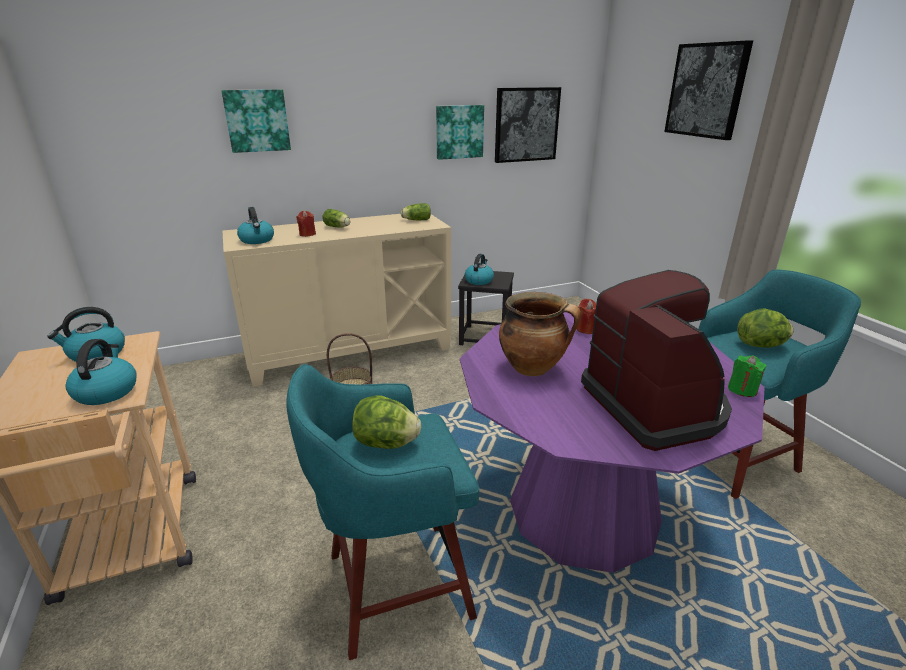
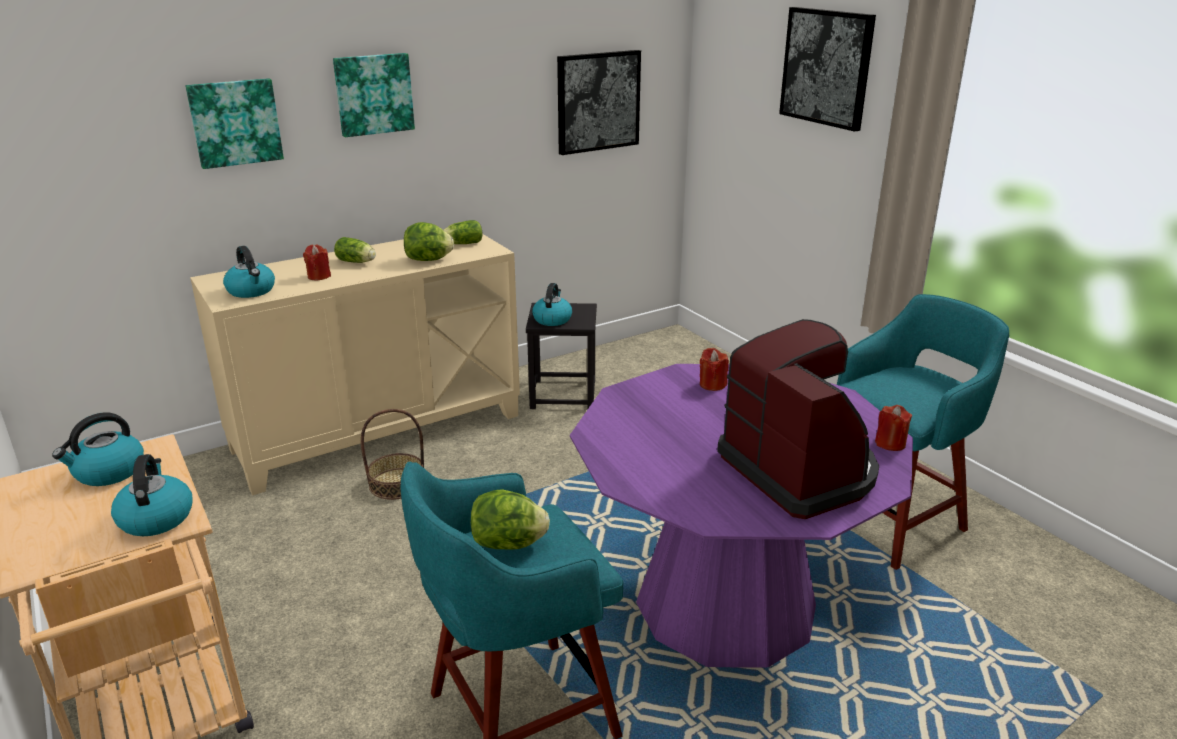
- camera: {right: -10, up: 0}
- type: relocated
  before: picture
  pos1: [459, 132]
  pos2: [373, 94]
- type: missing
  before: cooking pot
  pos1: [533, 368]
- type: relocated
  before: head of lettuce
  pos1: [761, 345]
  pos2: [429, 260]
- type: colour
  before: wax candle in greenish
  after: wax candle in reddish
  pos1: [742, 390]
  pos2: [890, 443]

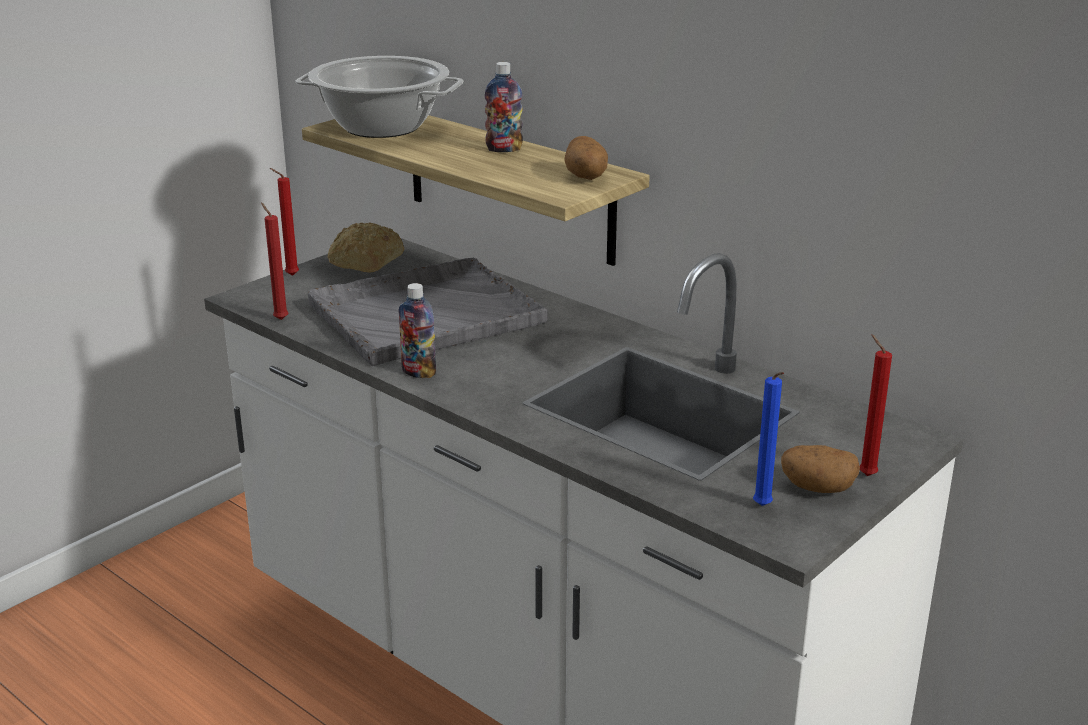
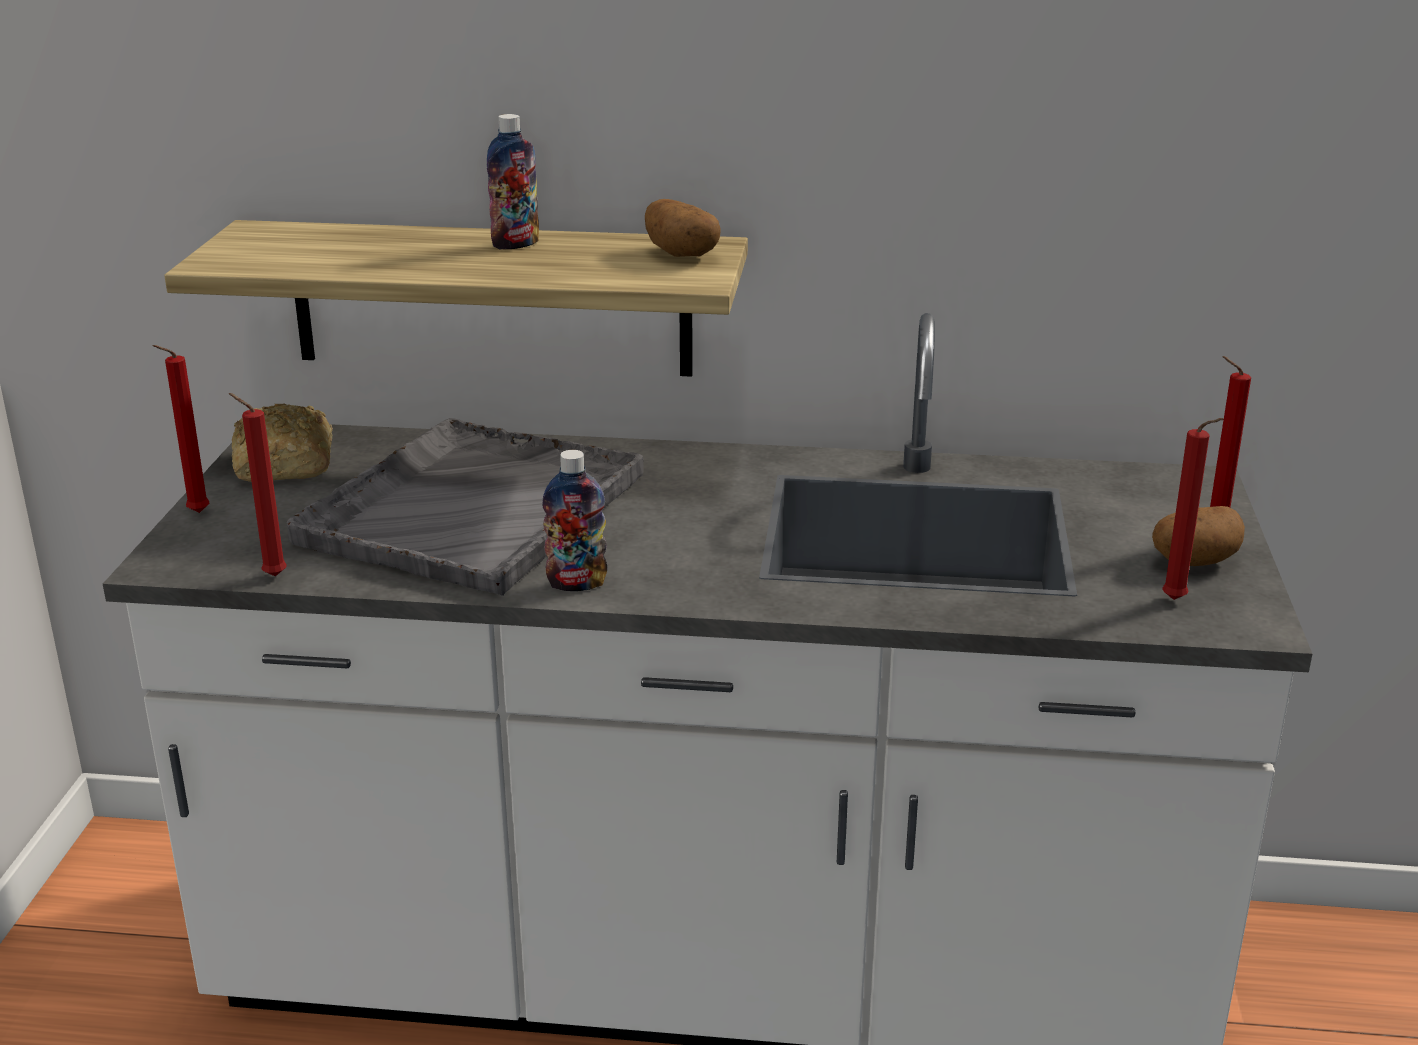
- camera: {right: -35, up: 0}
- type: missing
  before: cooking pot
  pos1: [383, 127]
- type: colour
  before: wax candle in bluish
  after: wax candle in reddish
  pos1: [763, 507]
  pos2: [1177, 601]

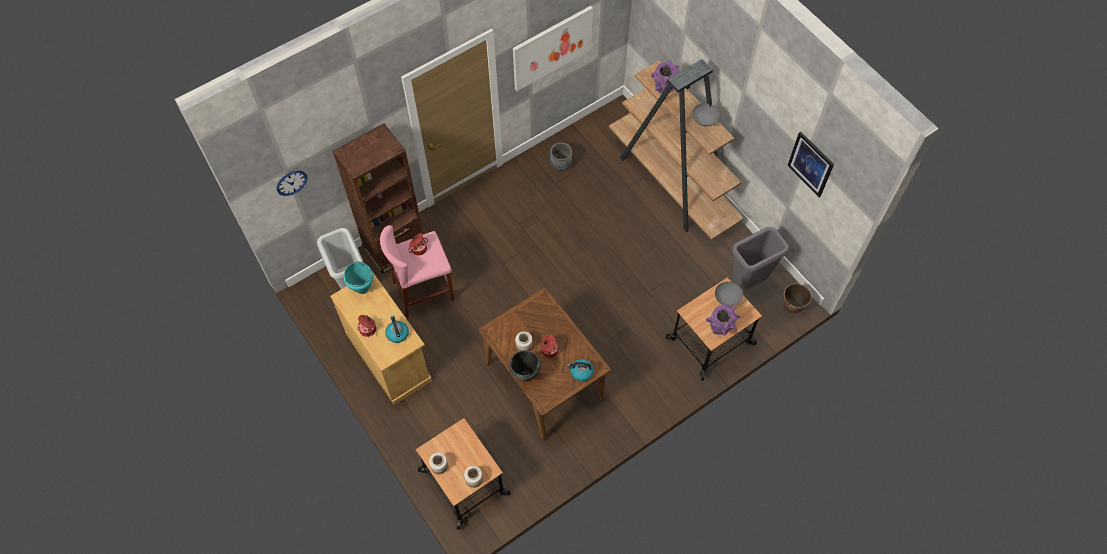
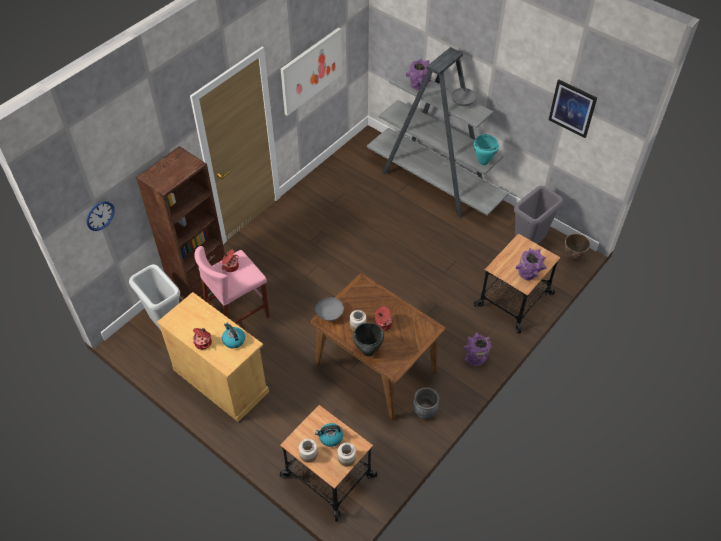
- camera: {right: -15, up: -10}
- type: colour
  before: bookshelf in brown-coloured
  after: bookshelf in grey
  pos1: [672, 184]
  pos2: [434, 184]
- type: relocated
  before: flower pot in grey
  pos1: [560, 164]
  pos2: [425, 411]
- type: relocated
  before: cooking pot in blue-green
  pos1: [362, 289]
  pos2: [483, 162]
- type: relocated
  before: serving bowl in grey
  pos1: [727, 298]
  pos2: [330, 314]
- type: relocated
  before: tea kettle
  pos1: [581, 372]
  pos2: [330, 437]
- type: appeared
  after: decorative vase in purplish
  pos2: [475, 357]

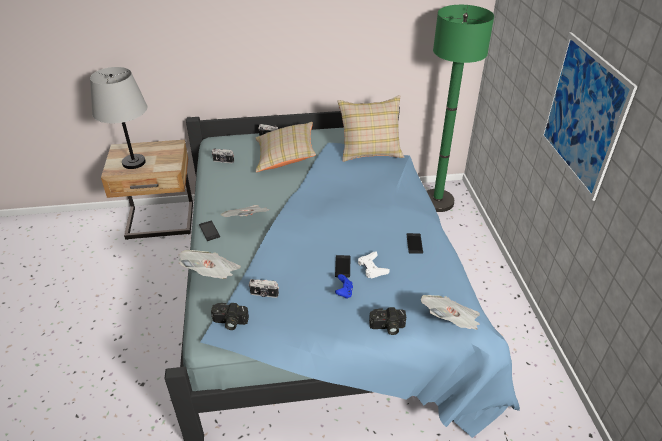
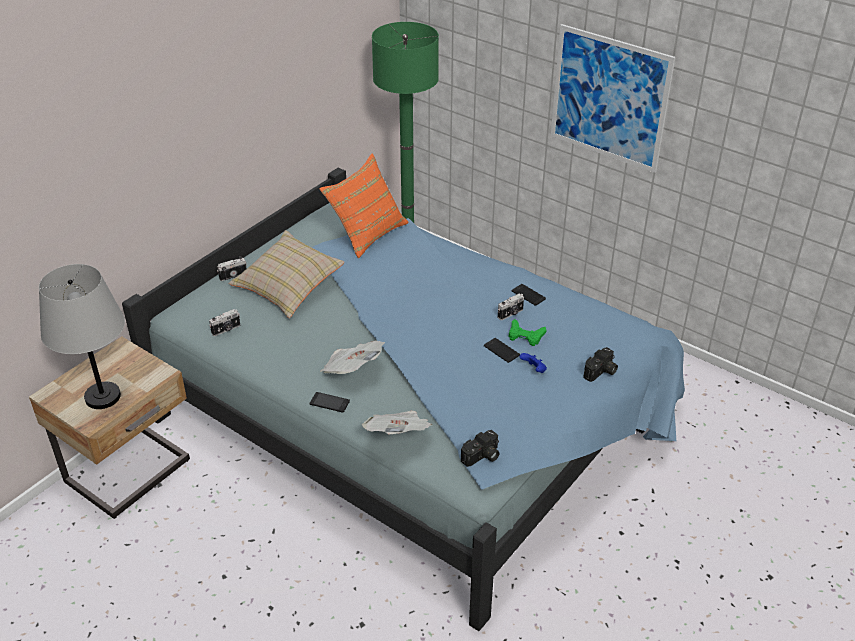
- camera: {right: -45, up: 0}
- type: colour
  before: pillow in beige-coloured
  after: pillow in orange-coloured
  pos1: [370, 151]
  pos2: [367, 233]
- type: colour
  before: gamepad in whitish
  after: gamepad in greenish
  pos1: [372, 267]
  pos2: [525, 336]
- type: relocated
  before: photo camera
  pos1: [264, 294]
  pos2: [511, 314]
- type: missing
  before: printed paper
  pos1: [451, 322]

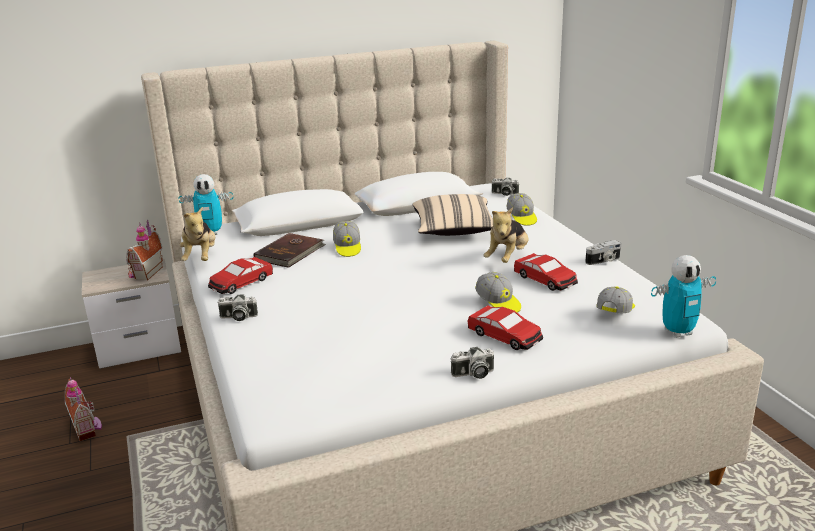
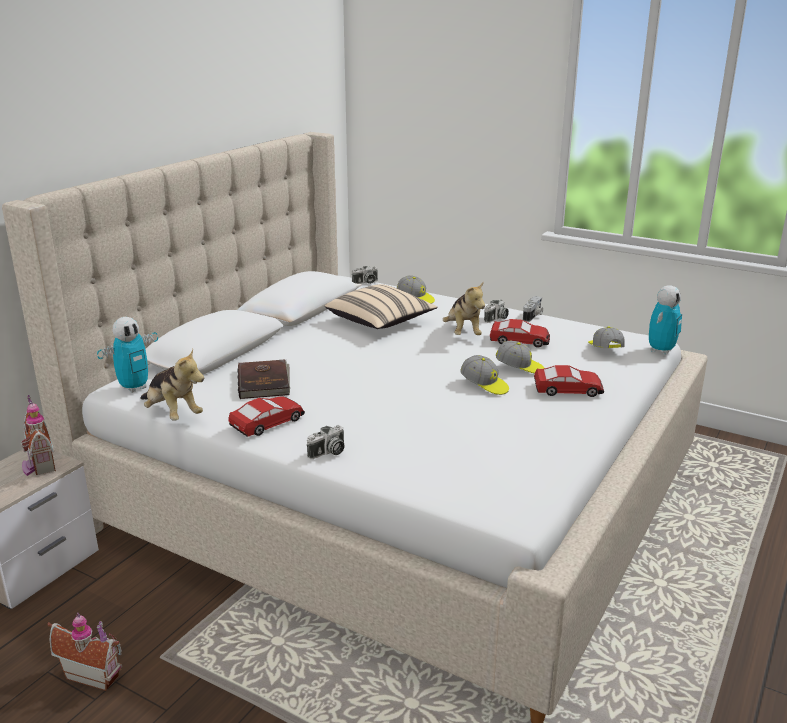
- camera: {right: -40, up: 0}
- type: relocated
  before: peaked cap
  pos1: [347, 247]
  pos2: [484, 385]
- type: spun
  before: toy car
  pos1: [241, 283]
  pos2: [268, 423]
  turn: -135
- type: relocated
  before: photo camera
  pos1: [473, 374]
  pos2: [496, 319]

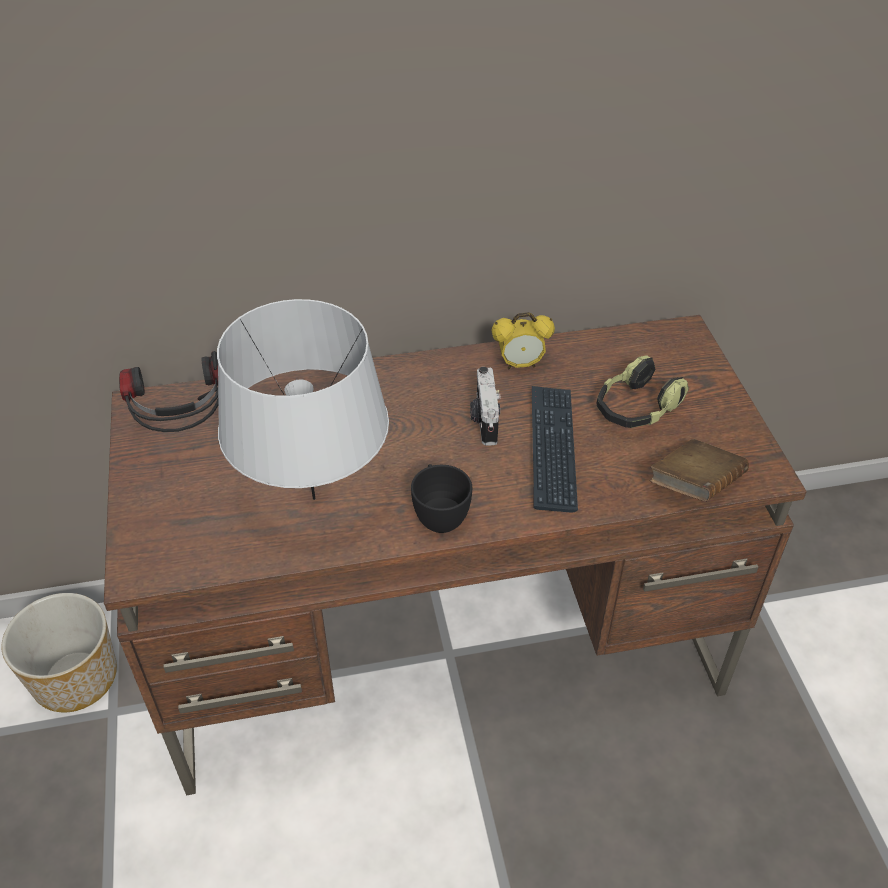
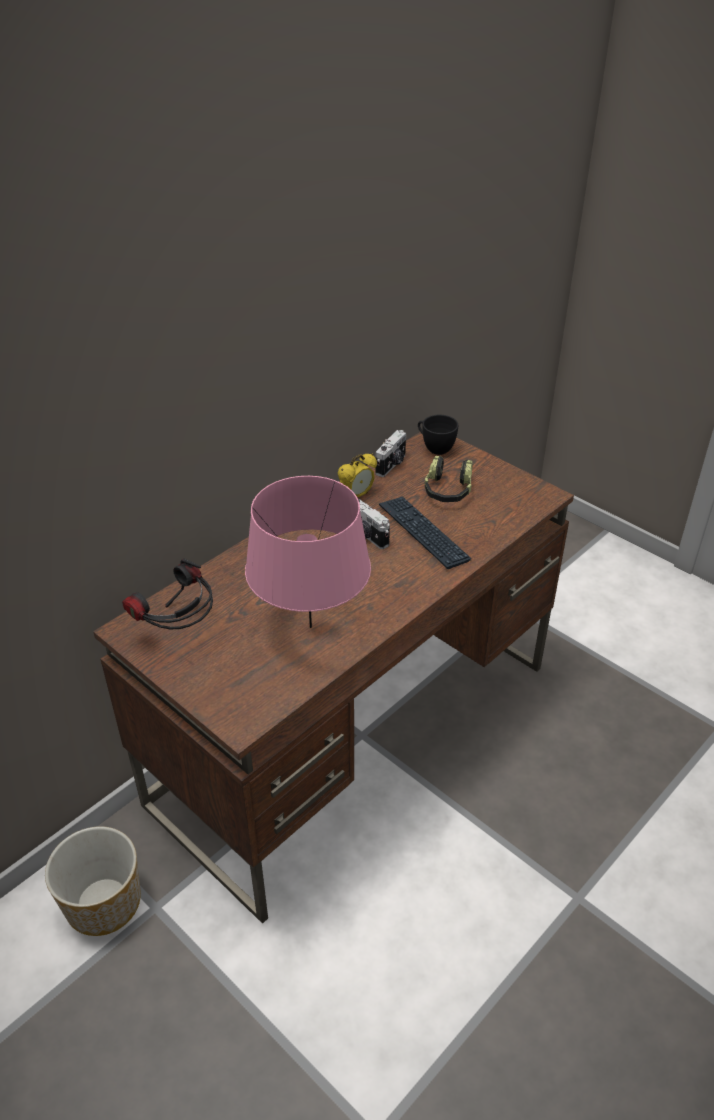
- camera: {right: -35, up: -5}
- type: colour
  before: lamp for a table in grey
  after: lamp for a table in pink-coloured
  pos1: [313, 498]
  pos2: [310, 627]
- type: missing
  before: book in brown-coloured
  pos1: [694, 486]
- type: relocated
  before: small cup in blackish
  pos1: [439, 514]
  pos2: [435, 447]
- type: appeared
  after: photo camera
  pos2: [392, 465]

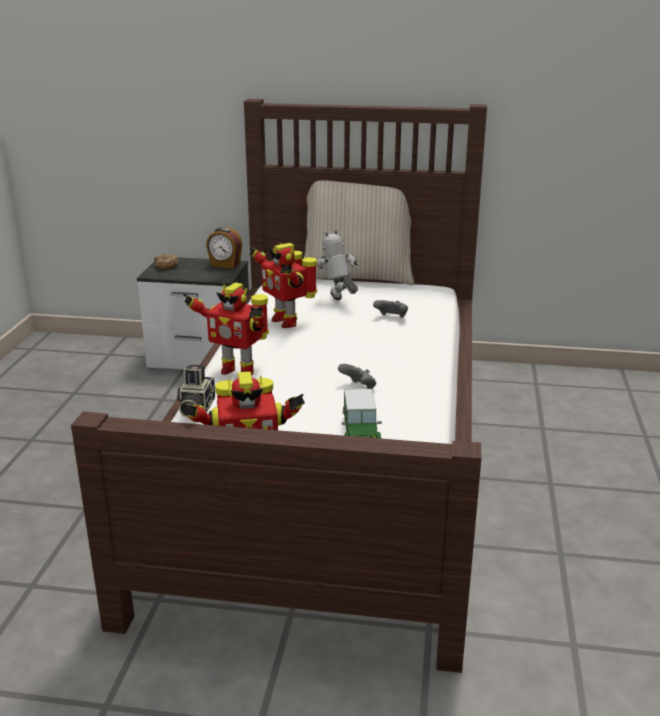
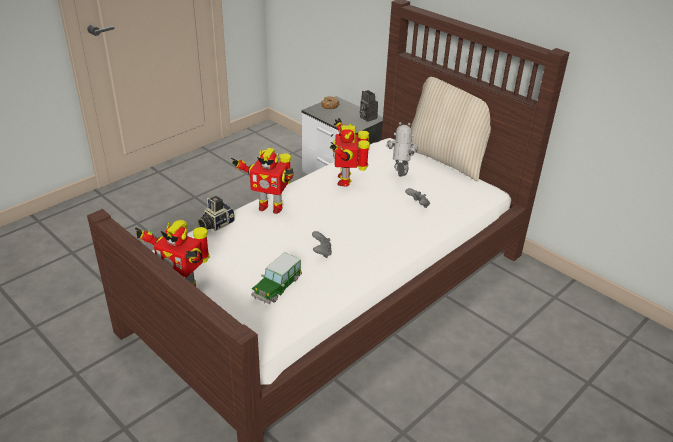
- camera: {right: 35, up: 10}
- type: exchanged
  before: alarm clock
  after: photo camera
  pos1: [225, 265]
  pos2: [367, 117]
- type: spun
  before: toy robot
  pos1: [237, 370]
  pos2: [270, 207]
  turn: -45

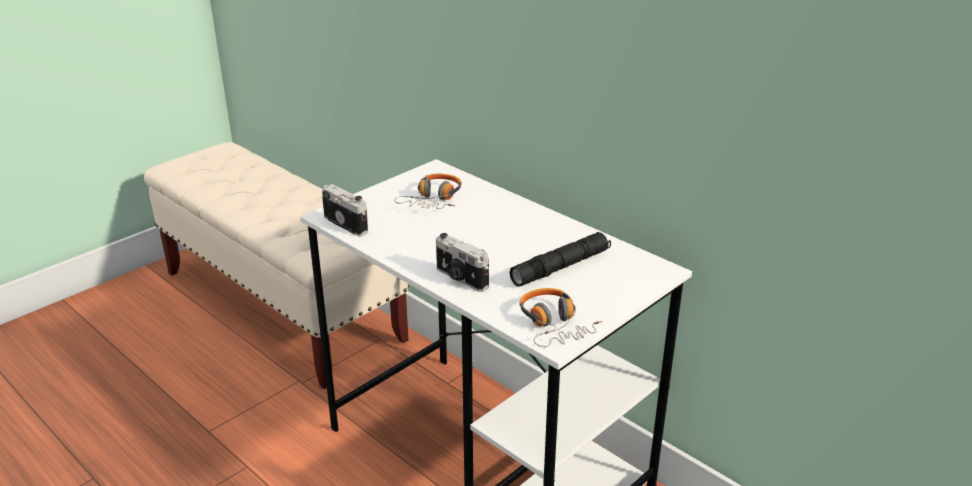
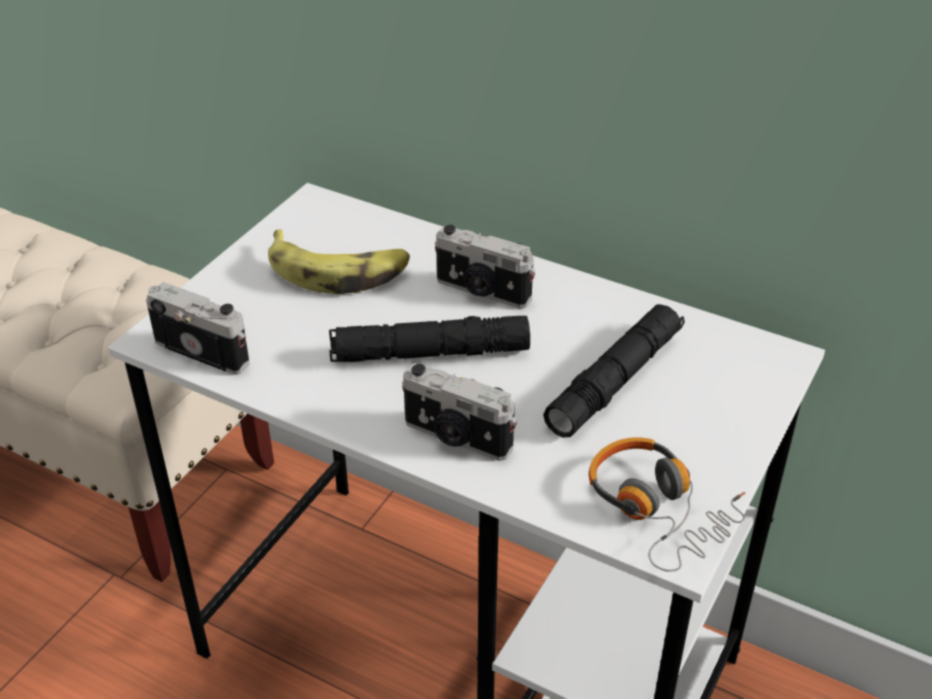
- camera: {right: -15, up: 10}
- type: exchanged
  before: headset
  after: whole banana
  pos1: [434, 200]
  pos2: [339, 271]
- type: appeared
  after: photo camera
  pos2: [482, 291]
- type: appeared
  after: torch in blackish
  pos2: [429, 353]

